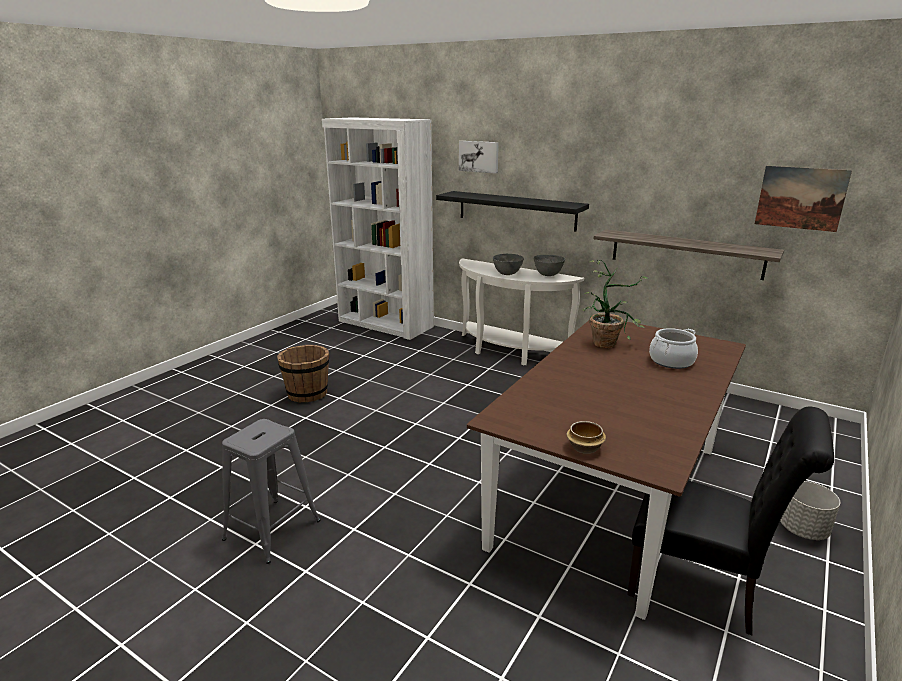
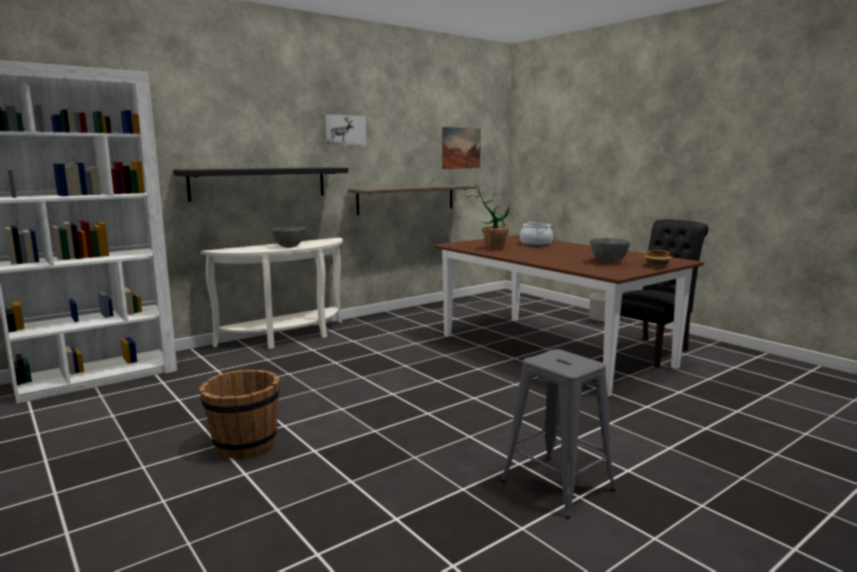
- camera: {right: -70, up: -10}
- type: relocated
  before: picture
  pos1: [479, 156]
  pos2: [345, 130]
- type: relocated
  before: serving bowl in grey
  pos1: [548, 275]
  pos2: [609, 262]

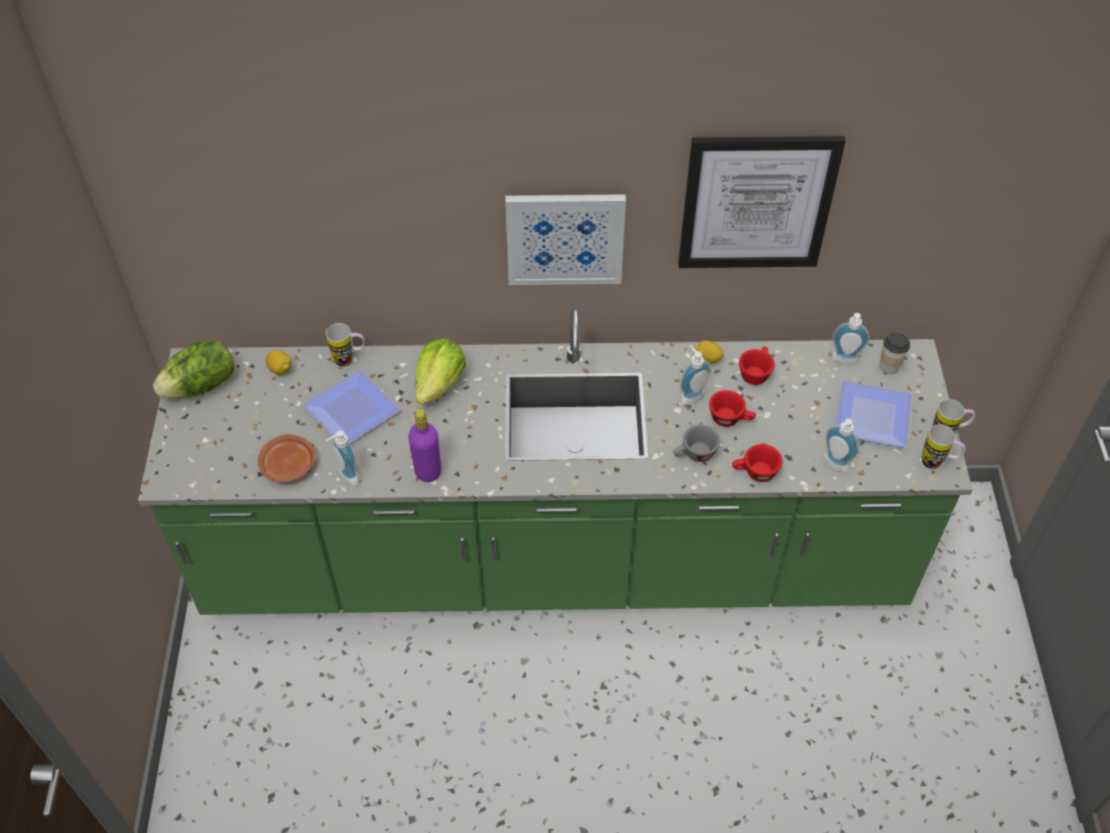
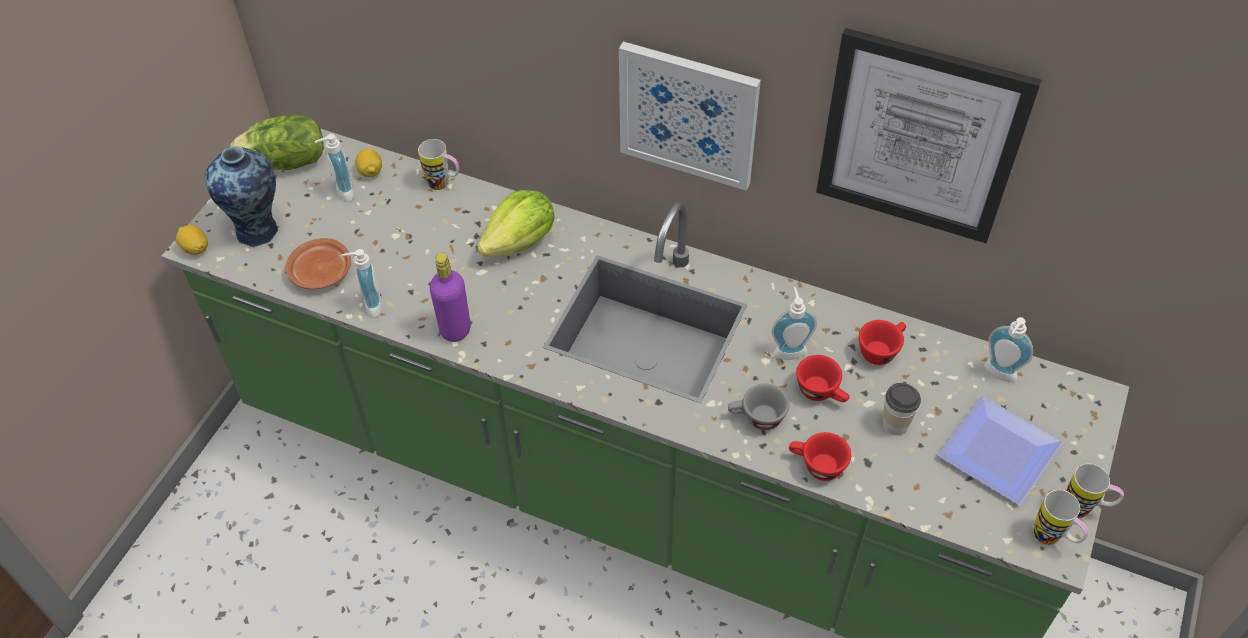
- camera: {right: 25, up: 0}
- type: relocated
  before: small cup
  pos1: [889, 366]
  pos2: [895, 424]
- type: relocated
  before: whole lemon
  pos1: [707, 359]
  pos2: [195, 248]
- type: missing
  before: flat dish
  pos1: [355, 411]
- type: relocated
  before: liquid soap bottle
  pos1: [833, 466]
  pos2: [341, 192]
- type: appeared
  after: decorative vase
  pos2: [259, 230]

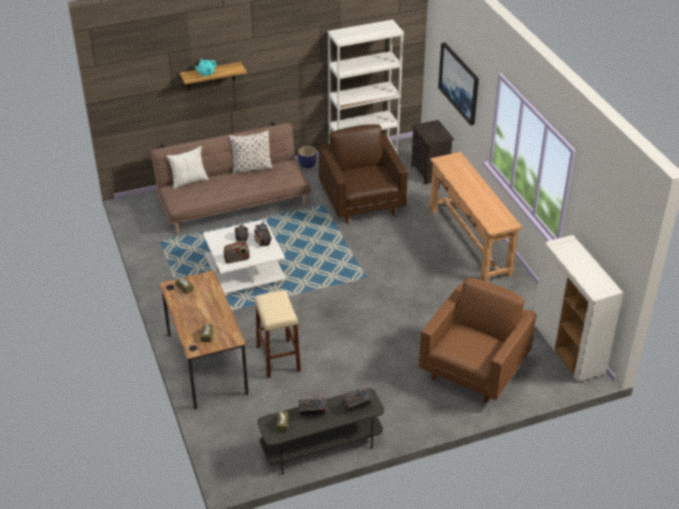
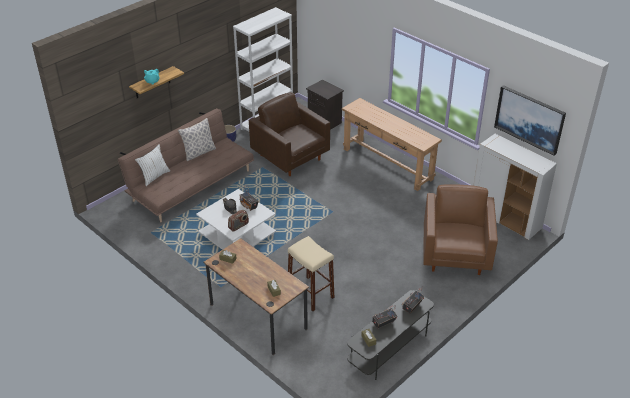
- camera: {right: -25, up: 0}
- type: relocated
  before: picture
  pos1: [459, 83]
  pos2: [529, 119]

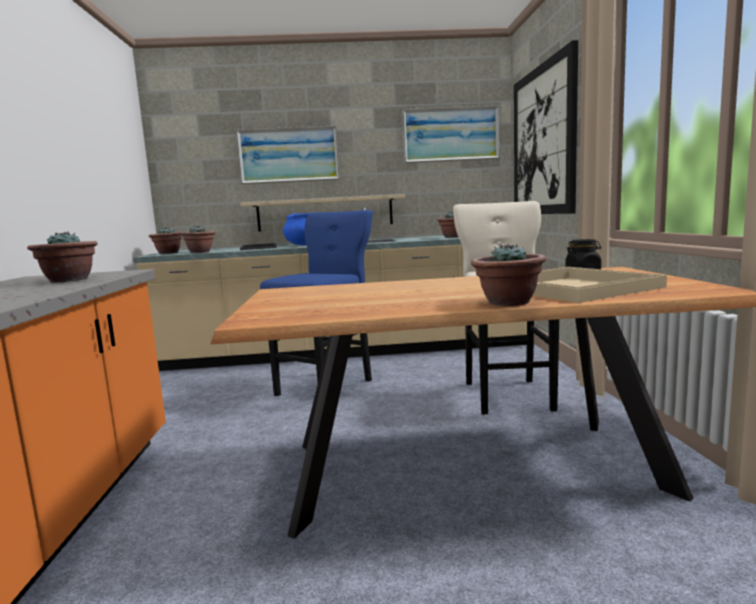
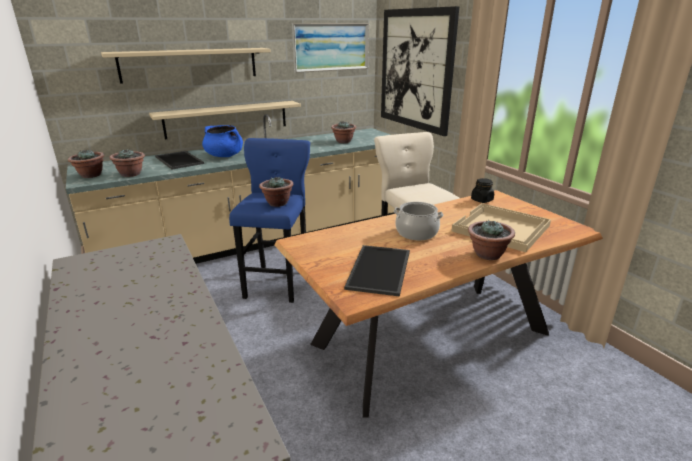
- camera: {right: -25, up: 15}
- type: exchanged
  before: picture
  after: shelf in beige-coloured
  pos1: [289, 155]
  pos2: [190, 64]
- type: relocated
  before: potted plant
  pos1: [68, 280]
  pos2: [277, 203]
- type: appeared
  after: cooking pot
  pos2: [416, 233]
- type: appeared
  after: carrying tray
  pos2: [380, 270]

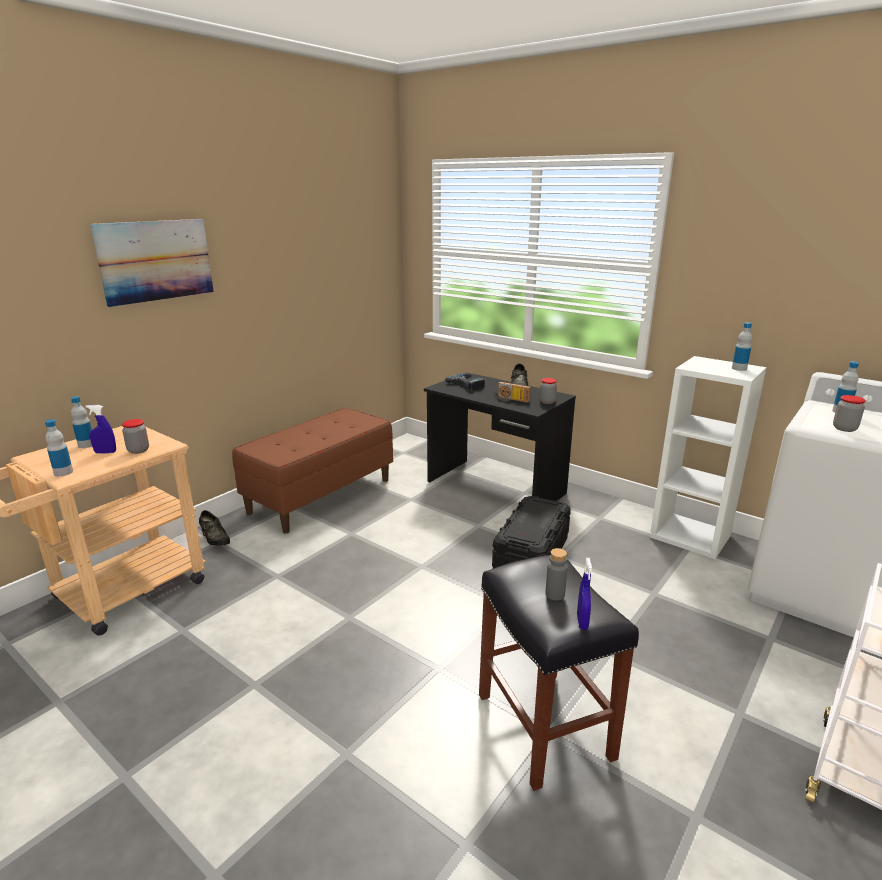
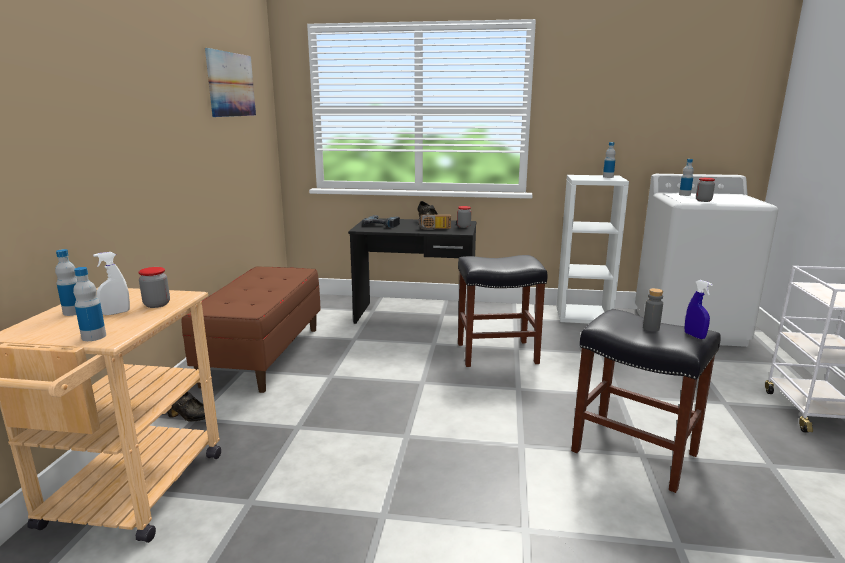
- camera: {right: -30, up: -5}
- type: relocated
  before: picture
  pos1: [156, 260]
  pos2: [231, 84]
- type: colour
  before: hand sprayer in bluish
  after: hand sprayer in whitish
  pos1: [105, 452]
  pos2: [116, 313]
- type: exchanged
  before: storage container in blackish
  after: stool seat in blackish
  pos1: [531, 556]
  pos2: [498, 353]

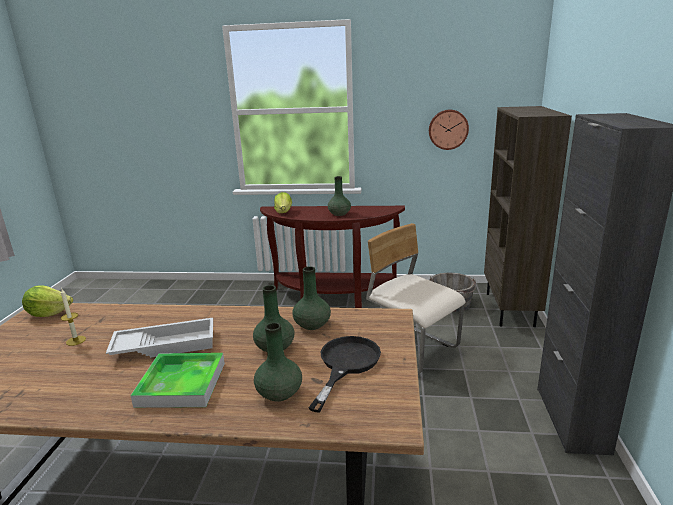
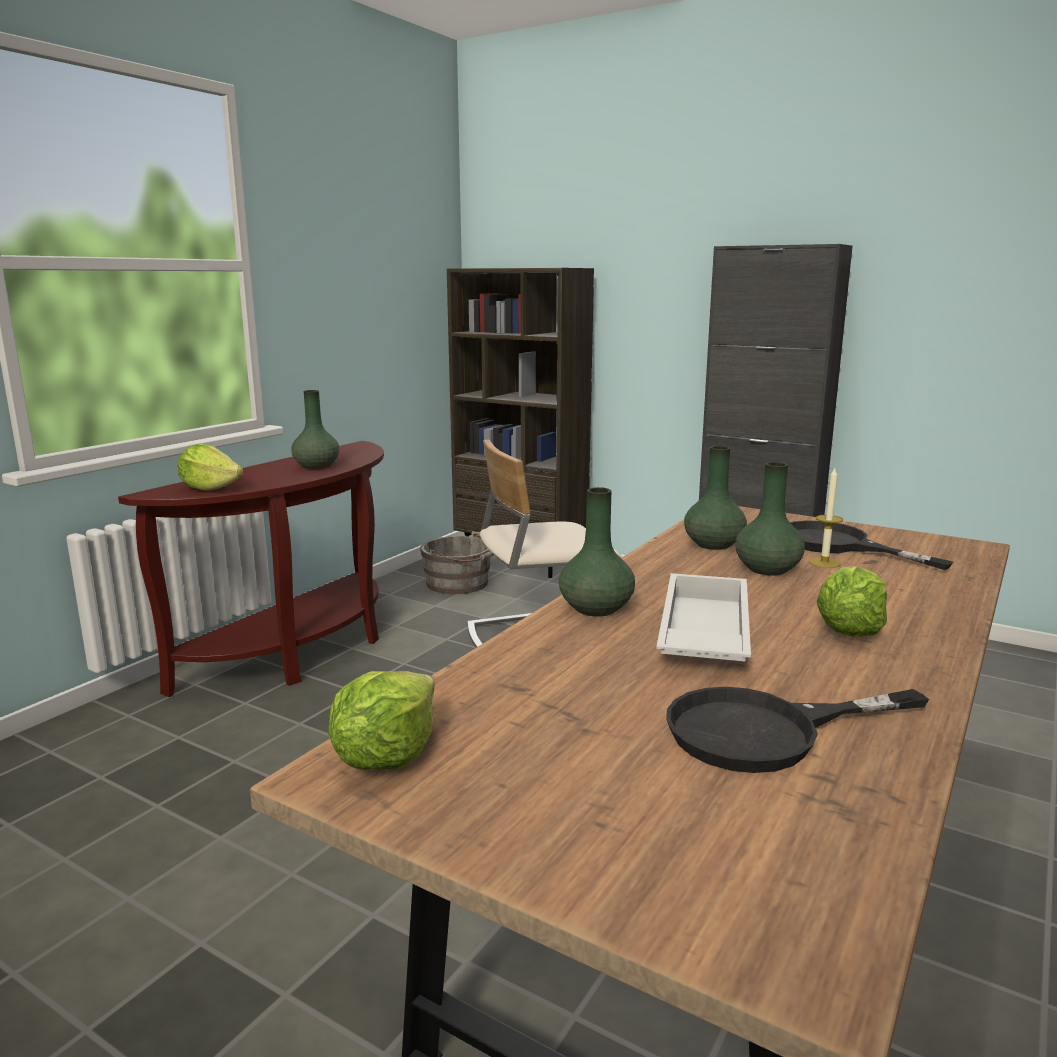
- camera: {right: -65, up: -5}
- type: missing
  before: clock on the wall
  pos1: [448, 129]
- type: relocated
  before: wax candle
  pos1: [76, 340]
  pos2: [824, 562]
- type: relocated
  before: decorative vase in greenish
  pos1: [280, 393]
  pos2: [596, 608]
- type: exchanged
  before: carrying tray
  after: head of lettuce
  pos1: [181, 384]
  pos2: [849, 630]
- type: appeared
  after: pan in blackish
  pos2: [766, 731]

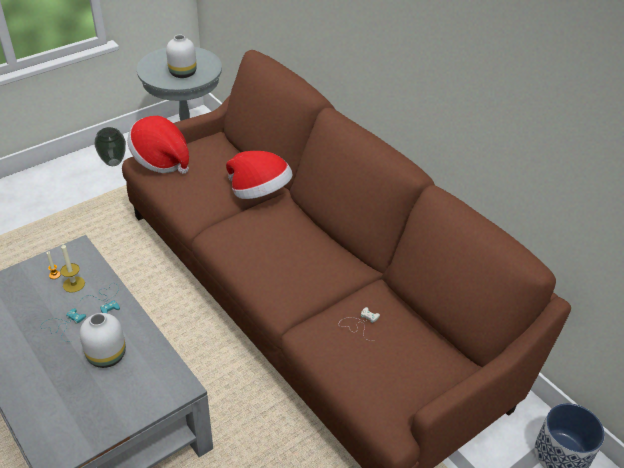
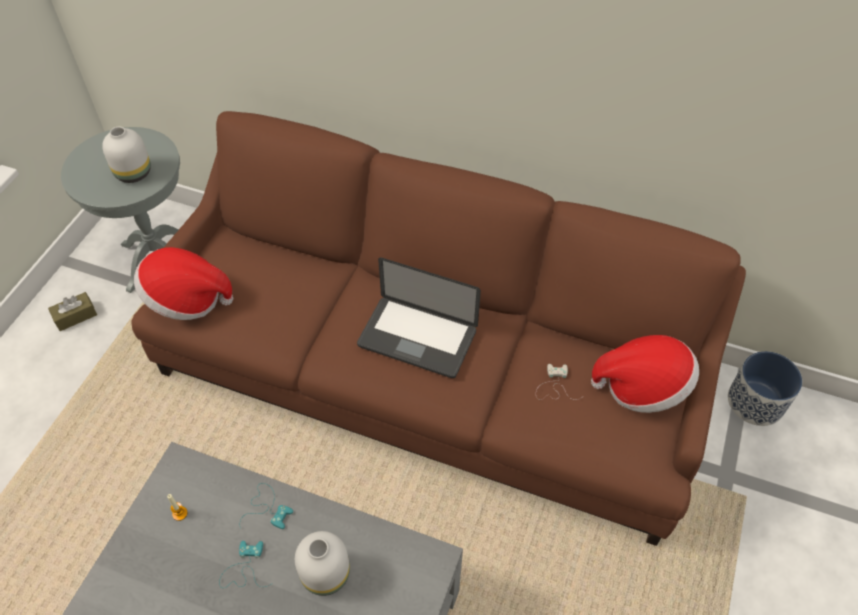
- camera: {right: -30, up: 10}
- type: exchanged
  before: decorative vase
  after: box of tissues in brown-coloured
  pos1: [114, 162]
  pos2: [75, 316]
- type: relocated
  before: clothing hat
  pos1: [260, 193]
  pos2: [642, 386]
- type: missing
  before: wax candle
  pos1: [74, 284]
- type: appeared
  after: portable computer
  pos2: [417, 338]

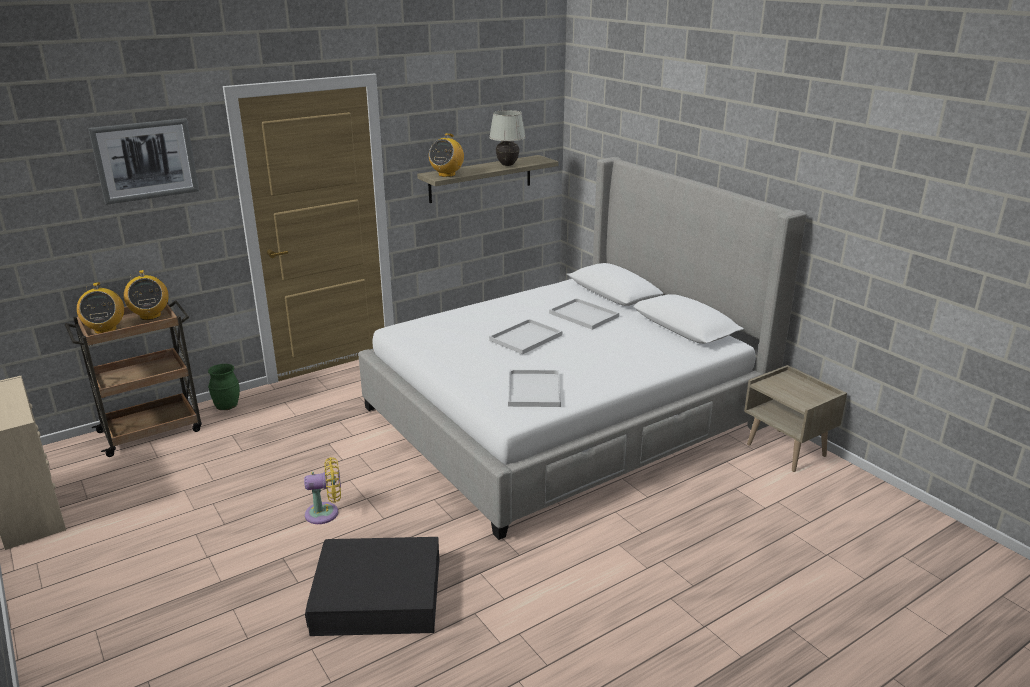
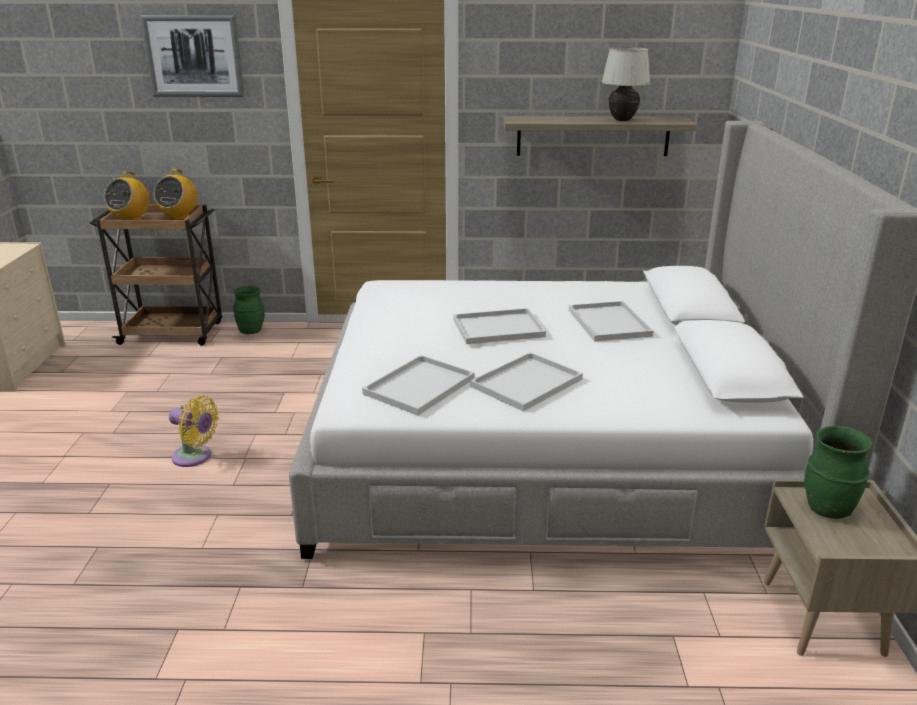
- camera: {right: 35, up: 0}
- type: missing
  before: radio receiver
  pos1: [447, 174]
- type: missing
  before: storage container in blackish
  pos1: [378, 595]
- type: appeared
  after: carrying tray in whitish
  pos2: [527, 382]
- type: appeared
  after: decorative vase in greenish
  pos2: [827, 509]

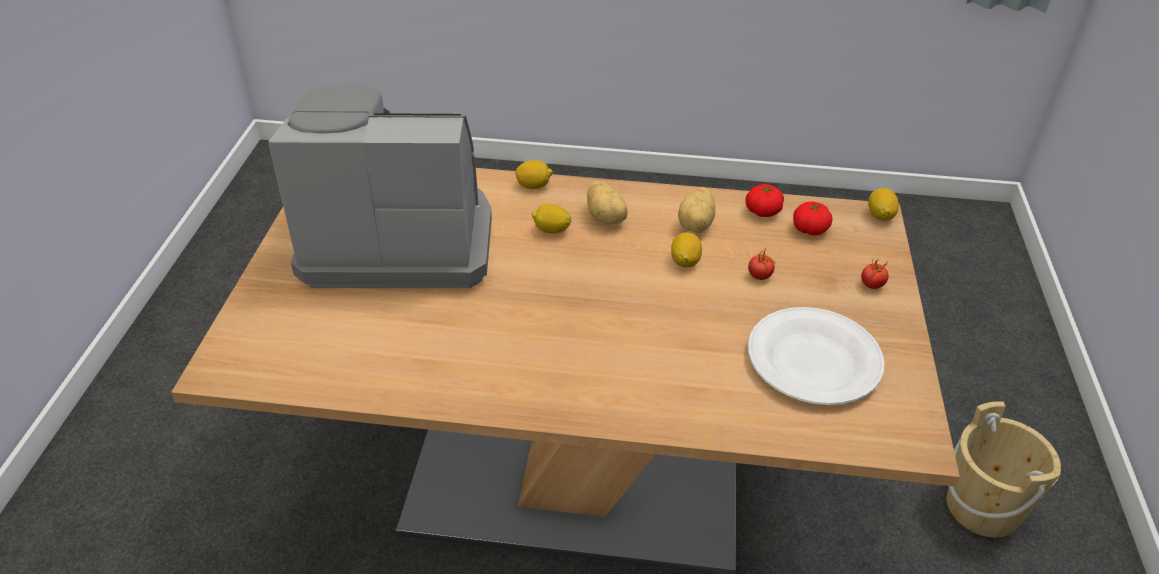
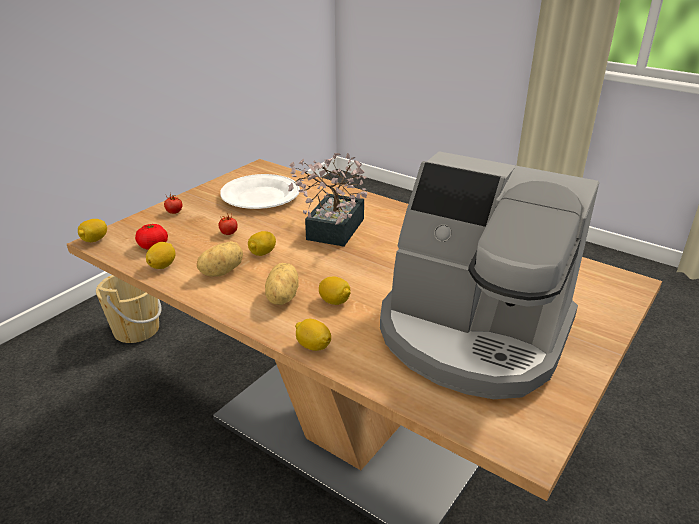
- camera: {right: -150, up: -10}
- type: exchanged
  before: tomato
  after: whole lemon
  pos1: [762, 211]
  pos2: [162, 265]
- type: appeared
  after: potted plant
  pos2: [331, 232]

